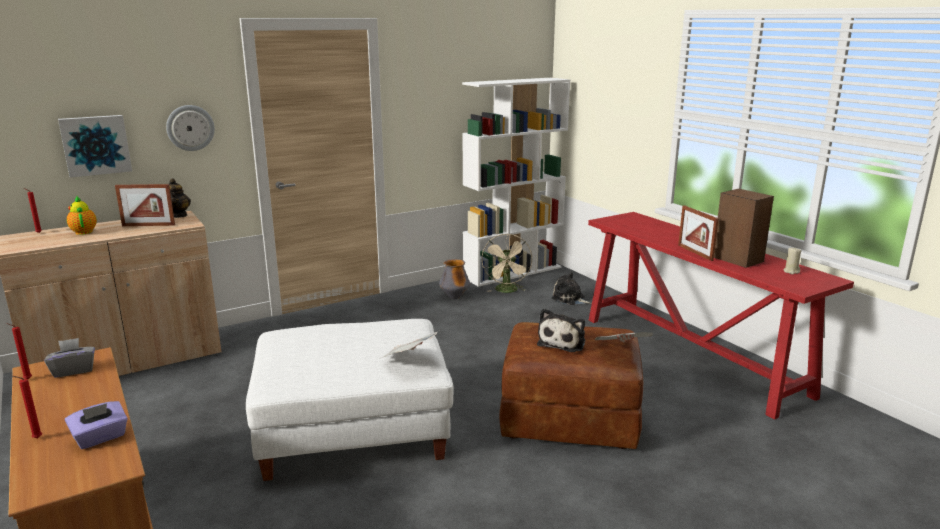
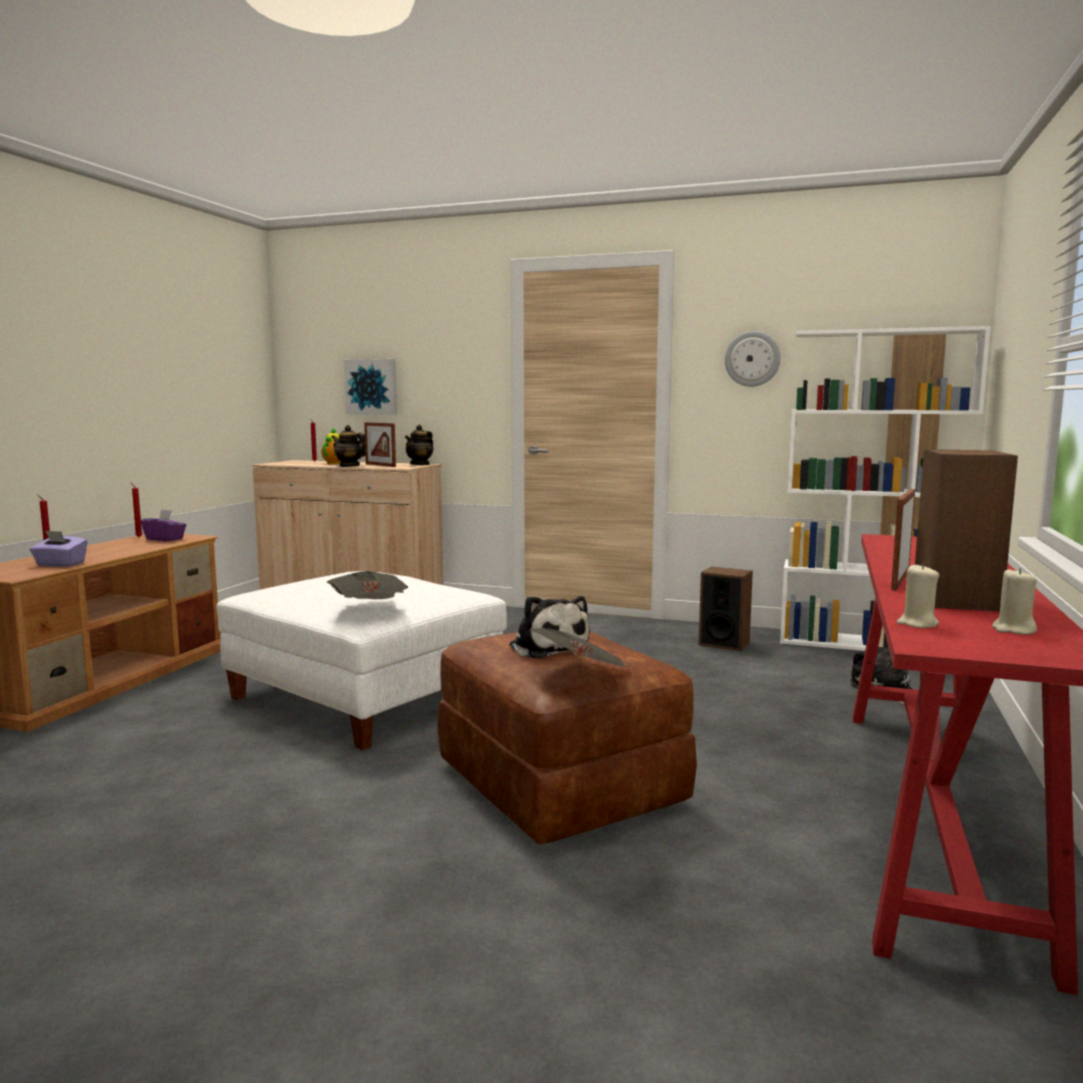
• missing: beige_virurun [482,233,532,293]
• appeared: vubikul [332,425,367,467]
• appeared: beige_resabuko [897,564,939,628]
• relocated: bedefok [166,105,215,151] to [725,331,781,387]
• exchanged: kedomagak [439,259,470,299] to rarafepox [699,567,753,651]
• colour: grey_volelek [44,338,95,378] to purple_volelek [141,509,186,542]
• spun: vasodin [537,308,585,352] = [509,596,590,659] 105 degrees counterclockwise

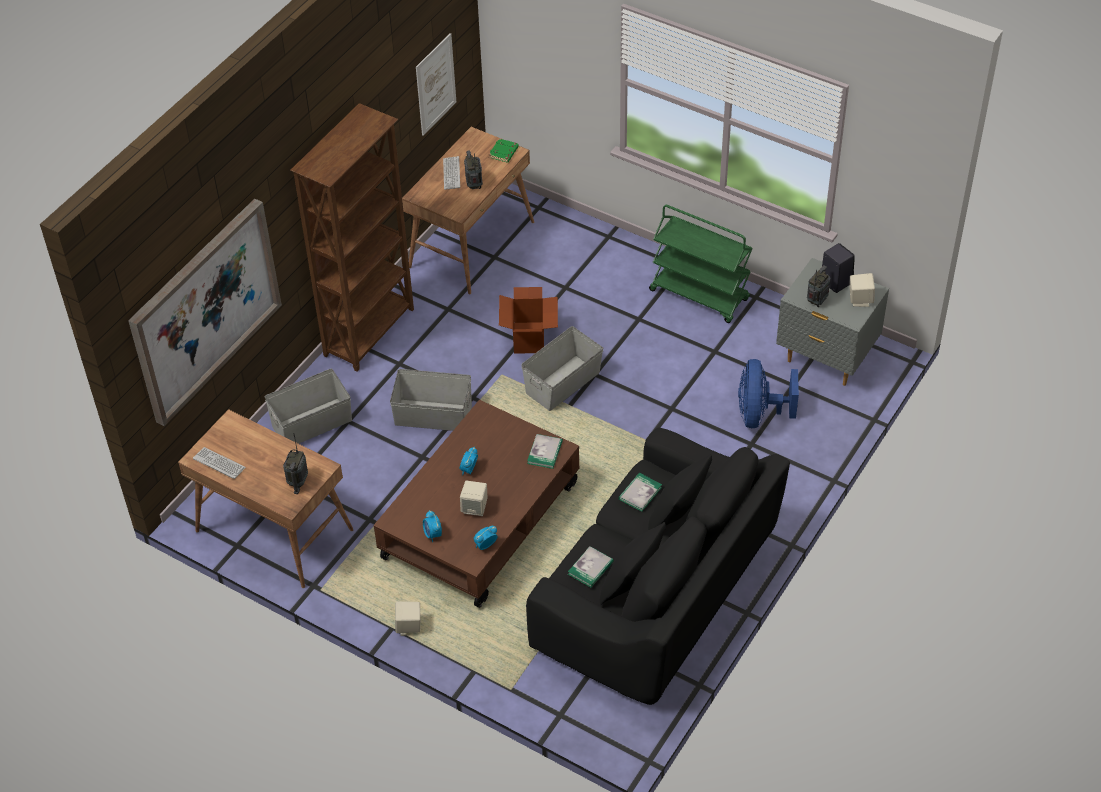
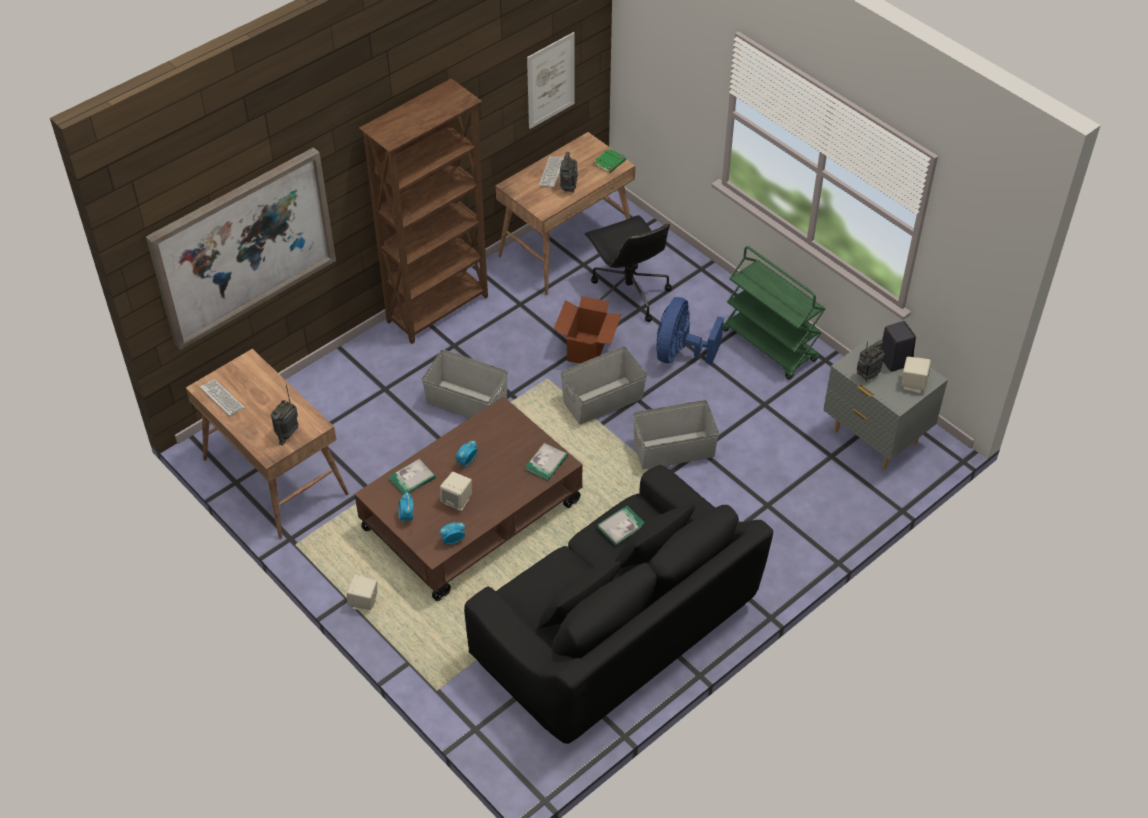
• appeared: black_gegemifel [585,215,672,322]
• relocated: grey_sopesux [265,369,352,444] to [633,400,719,469]
• relocated: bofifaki [568,546,614,587] to [389,459,436,494]
• relocated: blue_virurun [738,359,799,428] to [656,297,724,364]

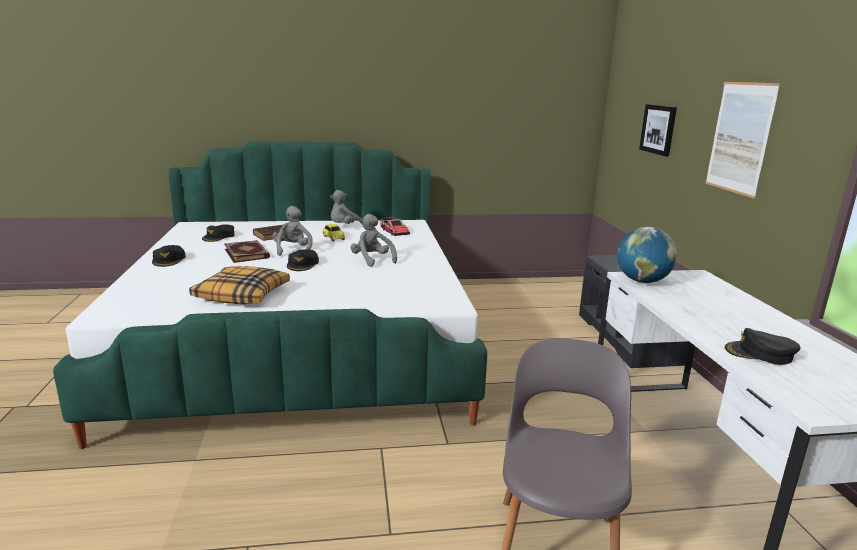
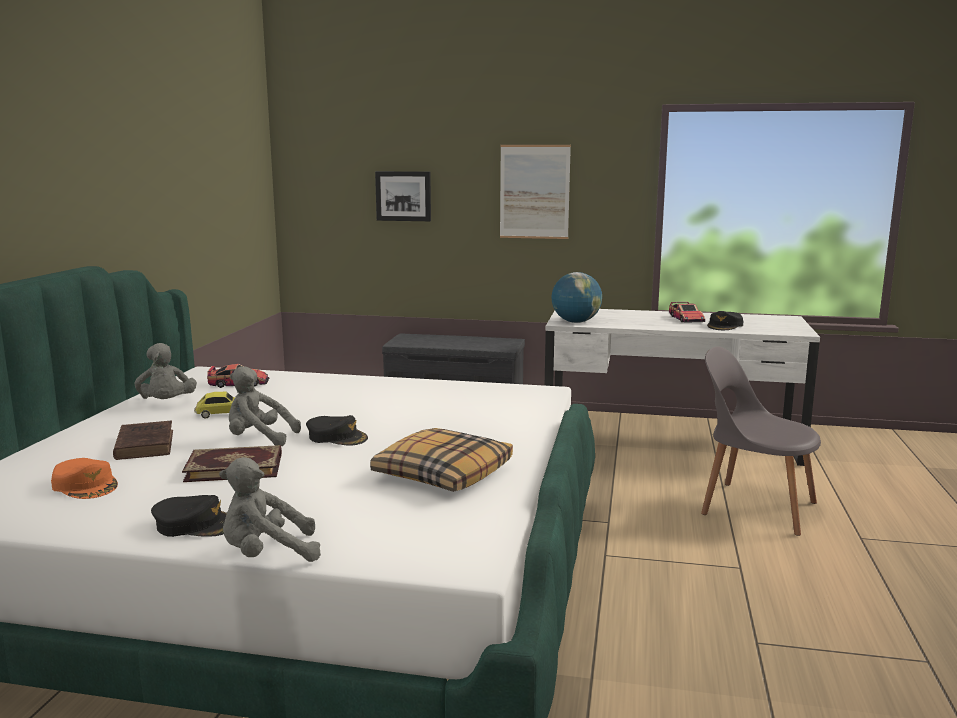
• appeared: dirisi [669,302,706,323]
• relocated: grey_vasodin [350,214,397,267] to [219,457,321,562]
• colour: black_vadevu [202,225,234,242] to orange_vadevu [51,458,118,499]

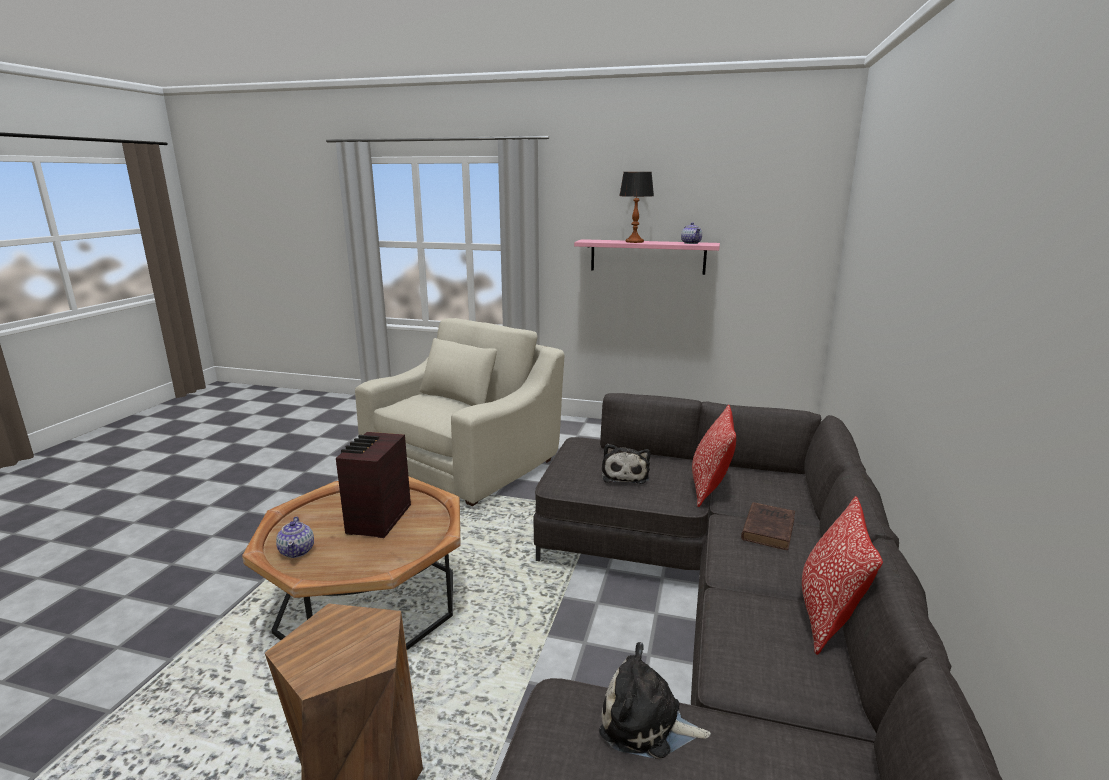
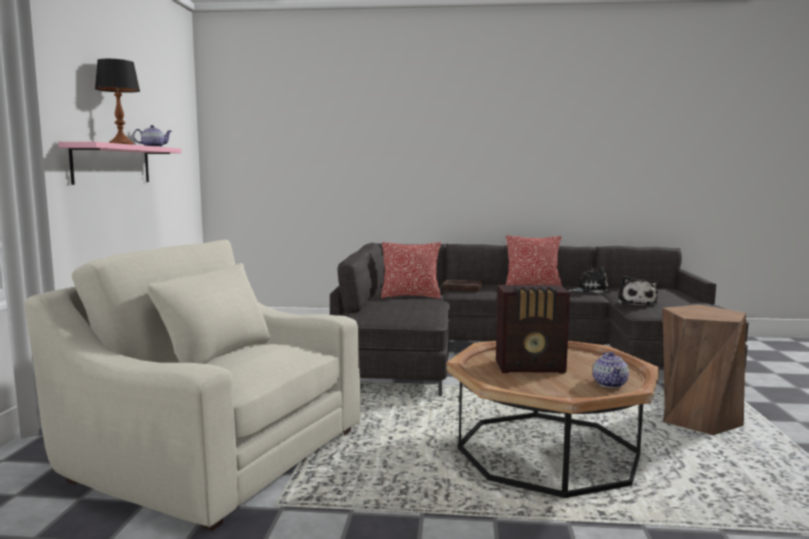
• relocated: vasodin [602,444,650,484] to [568,266,609,294]
• spun: vubikul [276,517,314,558] = [593,352,629,388] 120 degrees clockwise

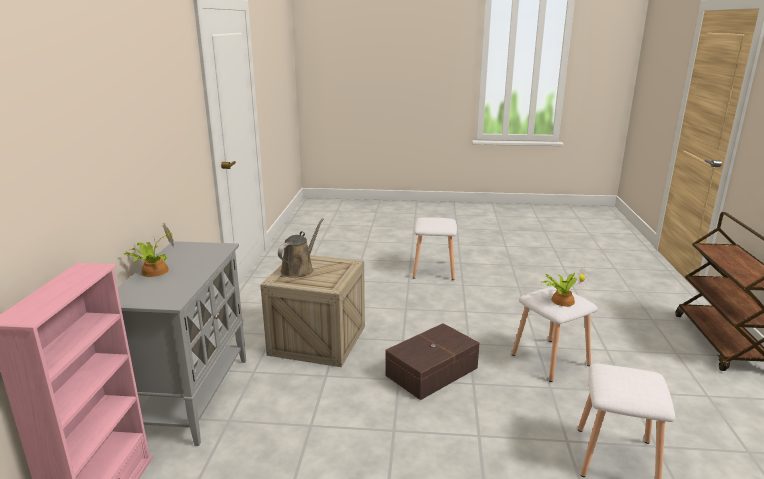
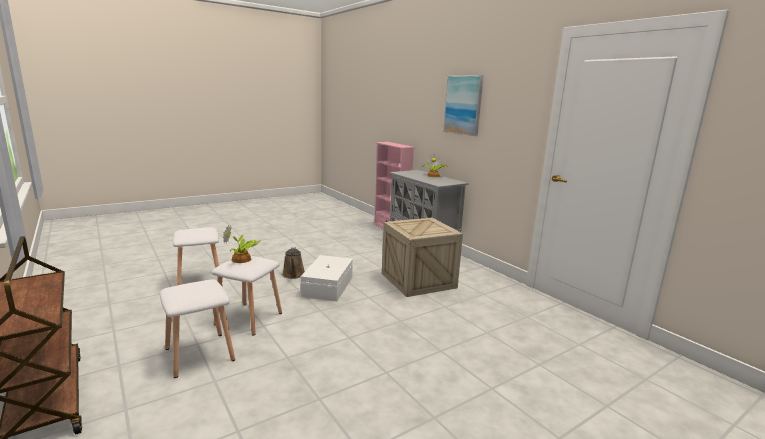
• appeared: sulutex [443,75,484,136]
• relocated: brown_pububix [278,218,324,278] to [282,247,305,279]
• relocated: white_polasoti [413,217,457,280] to [160,279,235,378]
• colour: brown_sopesux [385,323,479,400] to white_sopesux [301,255,353,302]

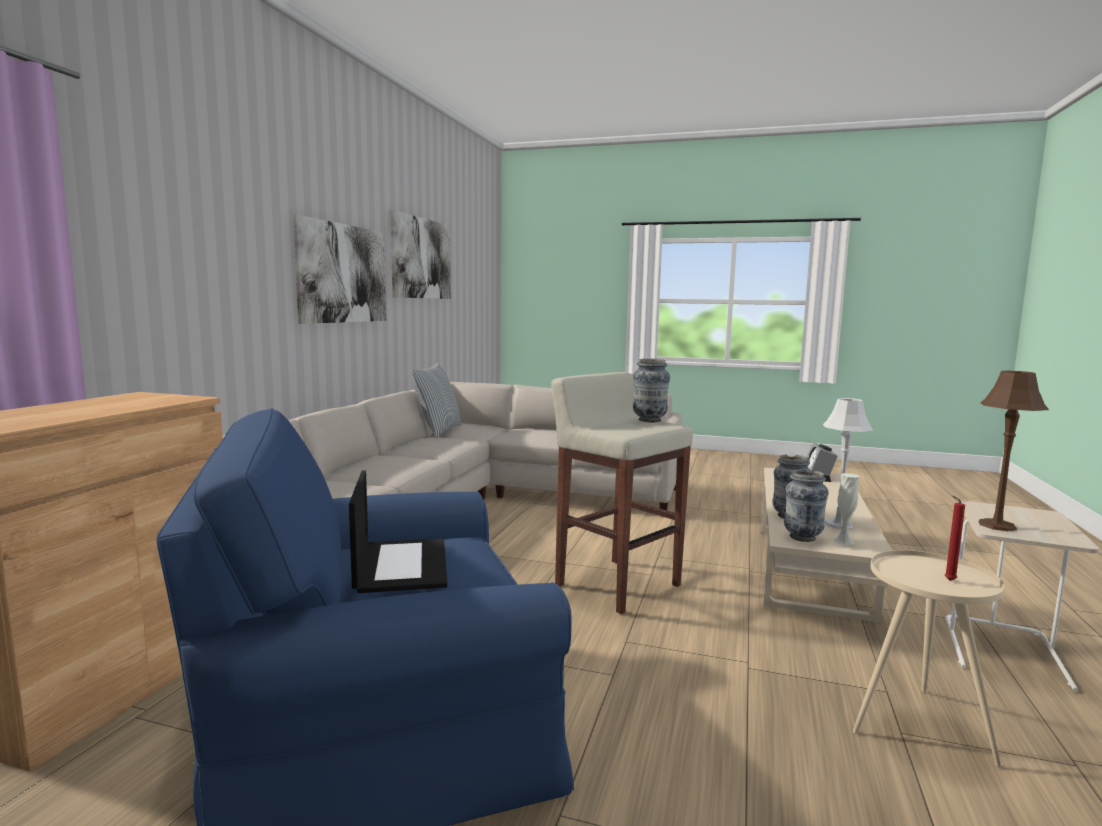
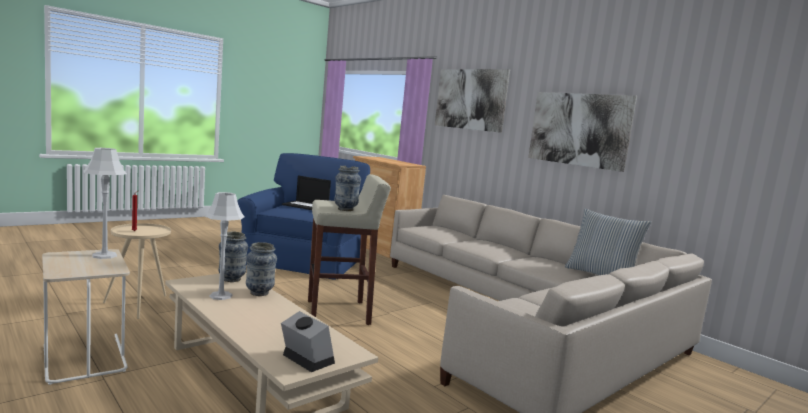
• missing: white_kedomagak [833,473,859,545]
• relocated: sulutex [390,210,451,299] to [435,69,510,133]
• colour: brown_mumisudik [978,371,1049,531] to grey_mumisudik [83,148,127,259]

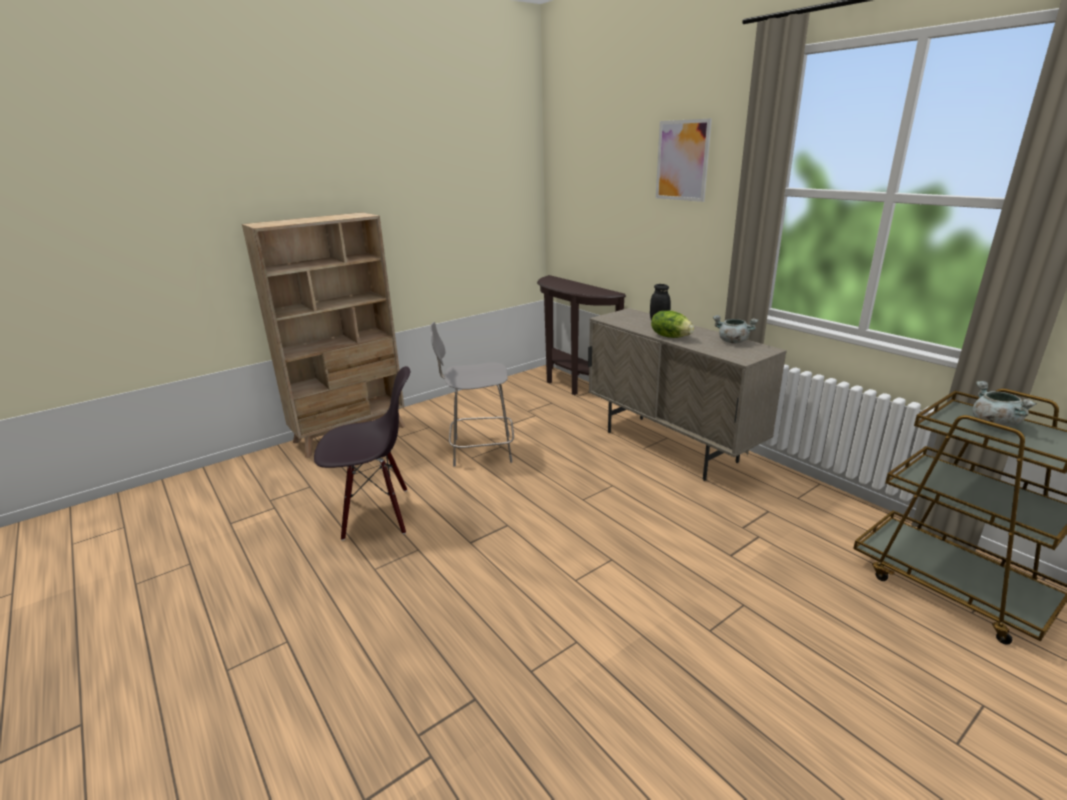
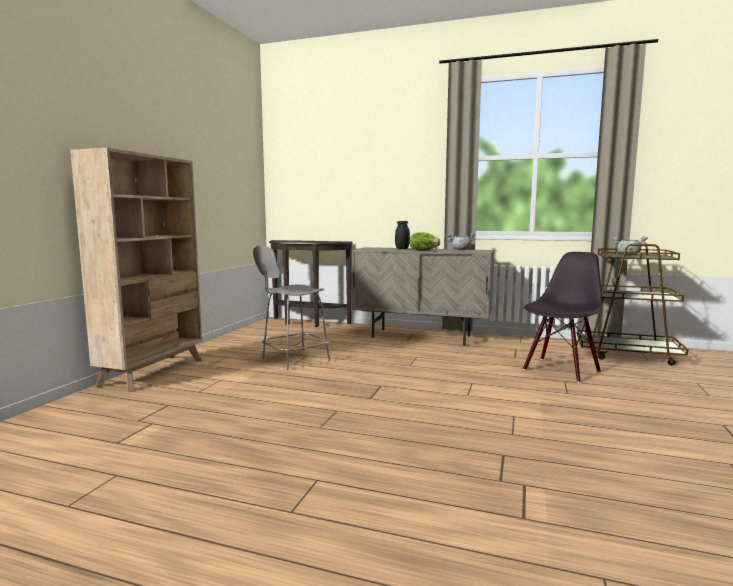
• missing: sulutex [656,118,712,202]
• relocated: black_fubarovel [314,366,410,541] to [523,252,603,383]

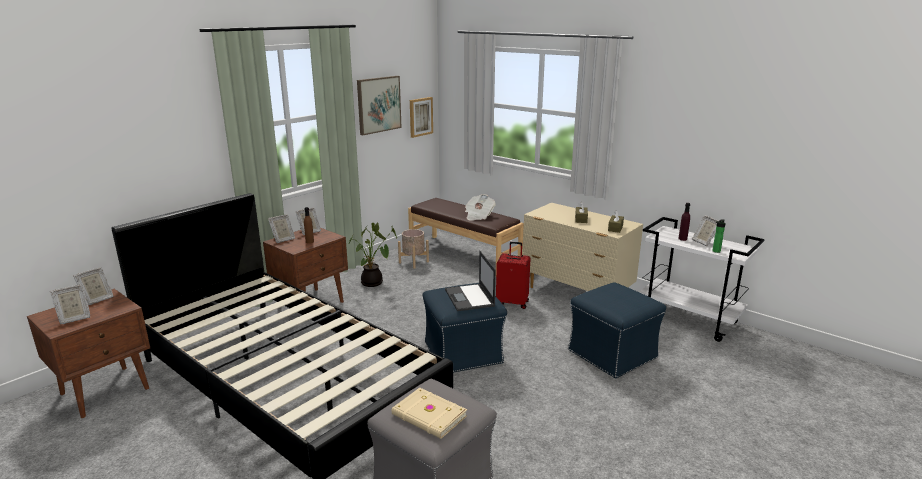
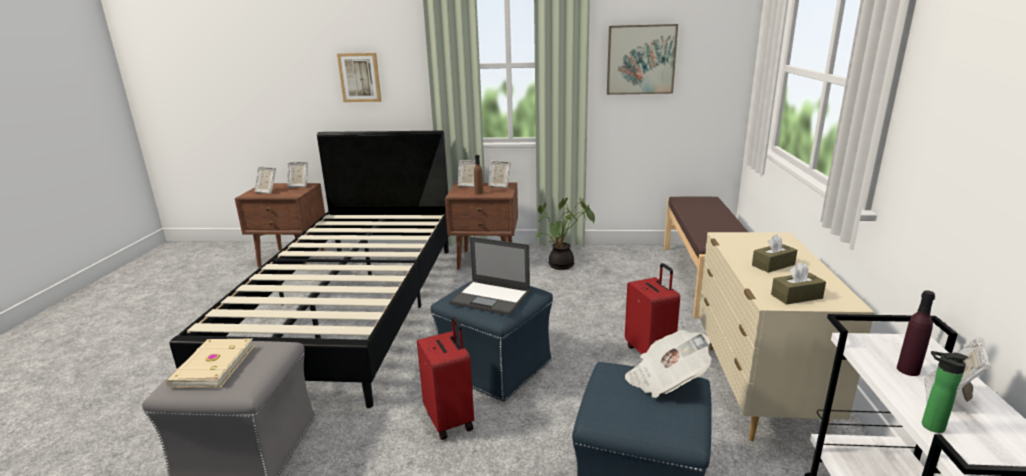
• missing: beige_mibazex [398,229,429,269]
• appeared: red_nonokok [417,316,474,440]
• relocated: sulutex [410,97,433,138] to [337,53,381,102]
• relocated: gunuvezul [465,194,496,221] to [625,330,712,398]
• spun: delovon [445,251,496,311] = [449,237,530,316] 105 degrees counterclockwise

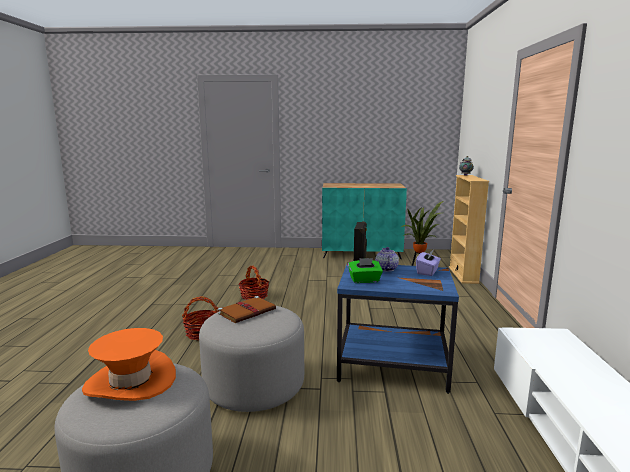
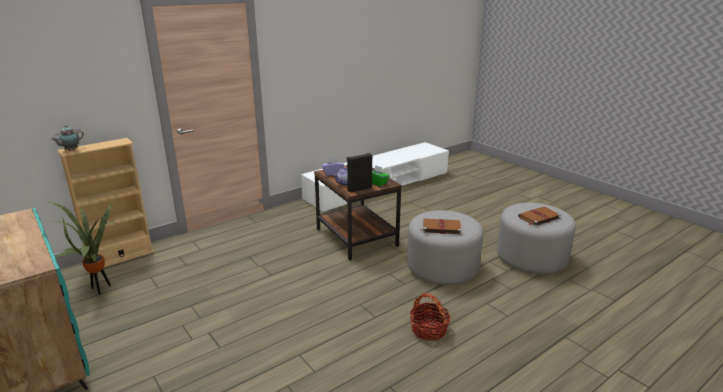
• missing: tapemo [238,266,269,300]
• exchanged: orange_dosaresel [82,328,176,401] to brown_bofifaki [518,207,561,226]
• colour: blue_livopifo [337,262,459,394] to brown_livopifo [314,165,402,261]

